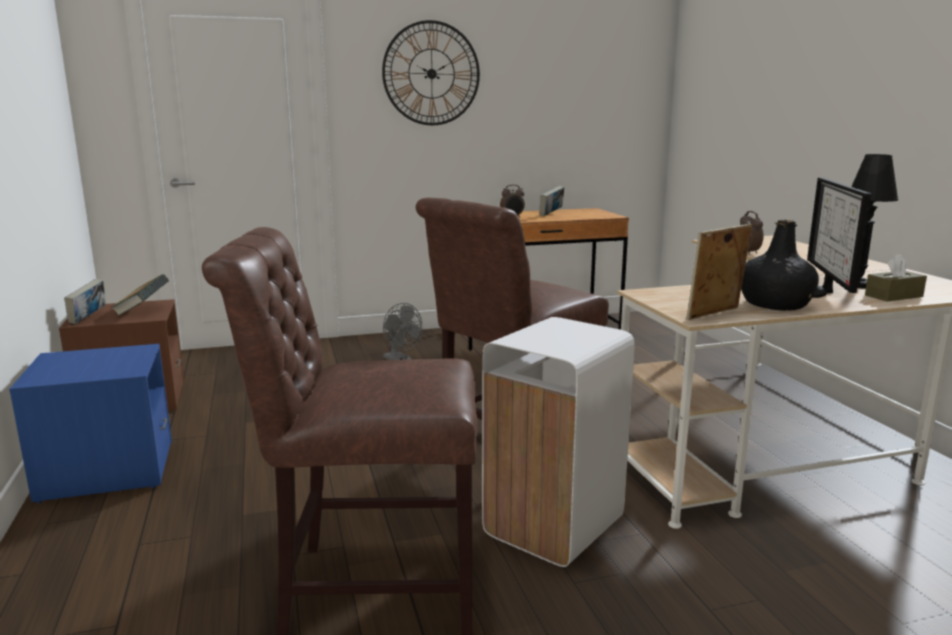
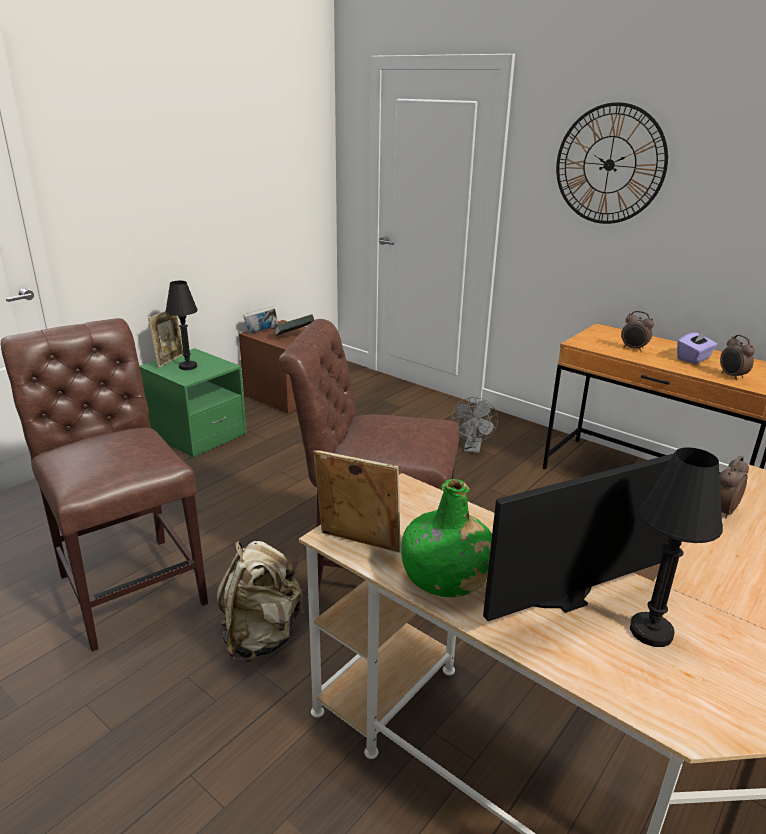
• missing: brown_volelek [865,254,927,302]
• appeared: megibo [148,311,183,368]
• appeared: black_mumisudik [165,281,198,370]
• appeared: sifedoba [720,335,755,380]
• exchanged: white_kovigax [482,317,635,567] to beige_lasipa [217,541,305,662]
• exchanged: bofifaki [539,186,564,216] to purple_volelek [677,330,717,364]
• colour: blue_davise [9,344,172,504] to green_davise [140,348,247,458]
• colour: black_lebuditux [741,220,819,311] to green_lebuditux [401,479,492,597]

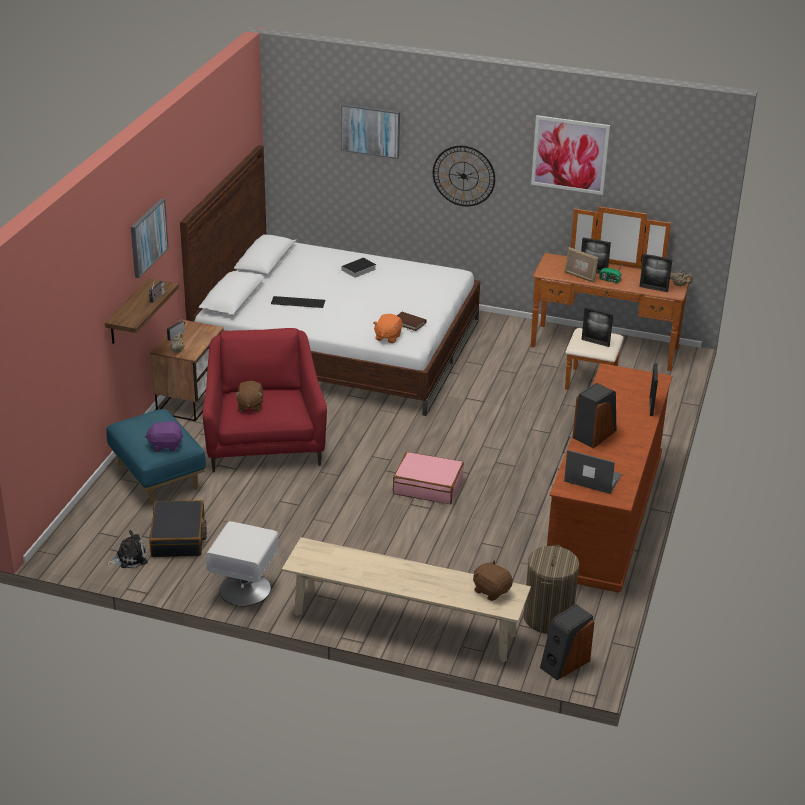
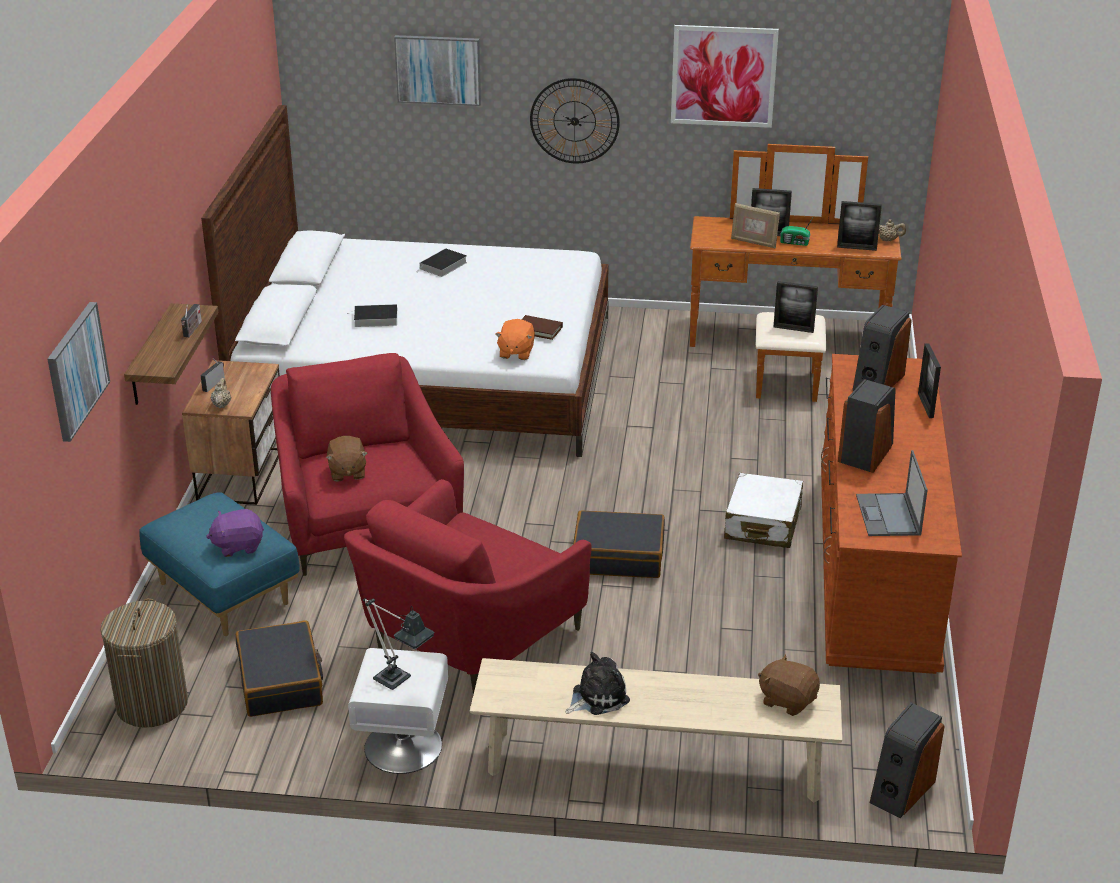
• appeared: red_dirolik [344,479,592,695]
• appeared: mumisudik [363,598,434,690]
• appeared: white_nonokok [724,473,803,548]
• appeared: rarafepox [852,305,912,391]
• relocated: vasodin [106,530,148,568] to [566,652,630,715]
• relocated: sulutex [131,199,169,278] to [48,302,110,442]
• relocated: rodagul [524,545,579,634] to [100,598,188,728]
• exchanged: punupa [271,296,325,308] to bofifaki [347,304,397,327]
• colour: pink_nonokok [393,452,464,504] to black_nonokok [573,511,665,578]
• spun: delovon [564,450,622,494] = [856,450,928,536] 105 degrees counterclockwise

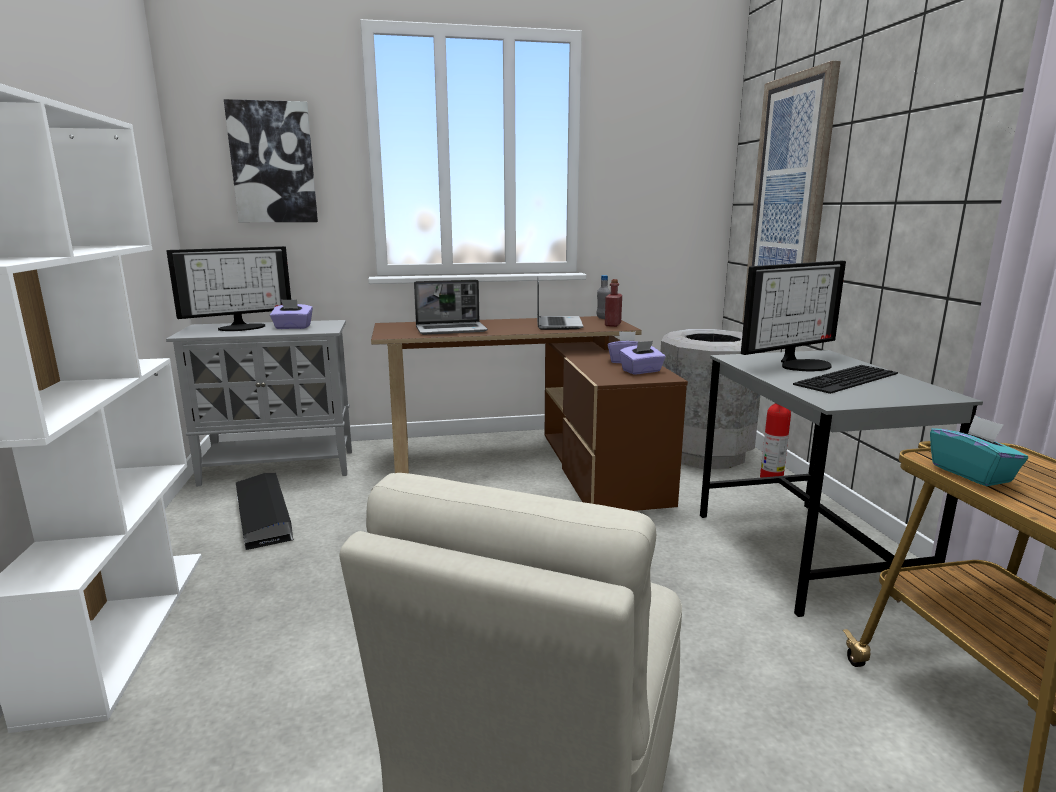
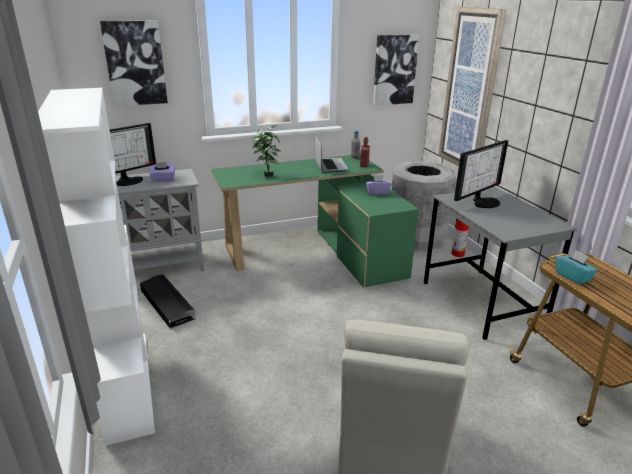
• missing: purple_volelek [619,341,666,375]
• missing: punupa [793,365,898,394]
• appeared: sulutex [373,35,419,106]
• exchanged: delovon [414,280,488,335] to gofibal [252,125,281,177]
• colour: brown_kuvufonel [371,316,688,511] to green_kuvufonel [211,155,419,288]

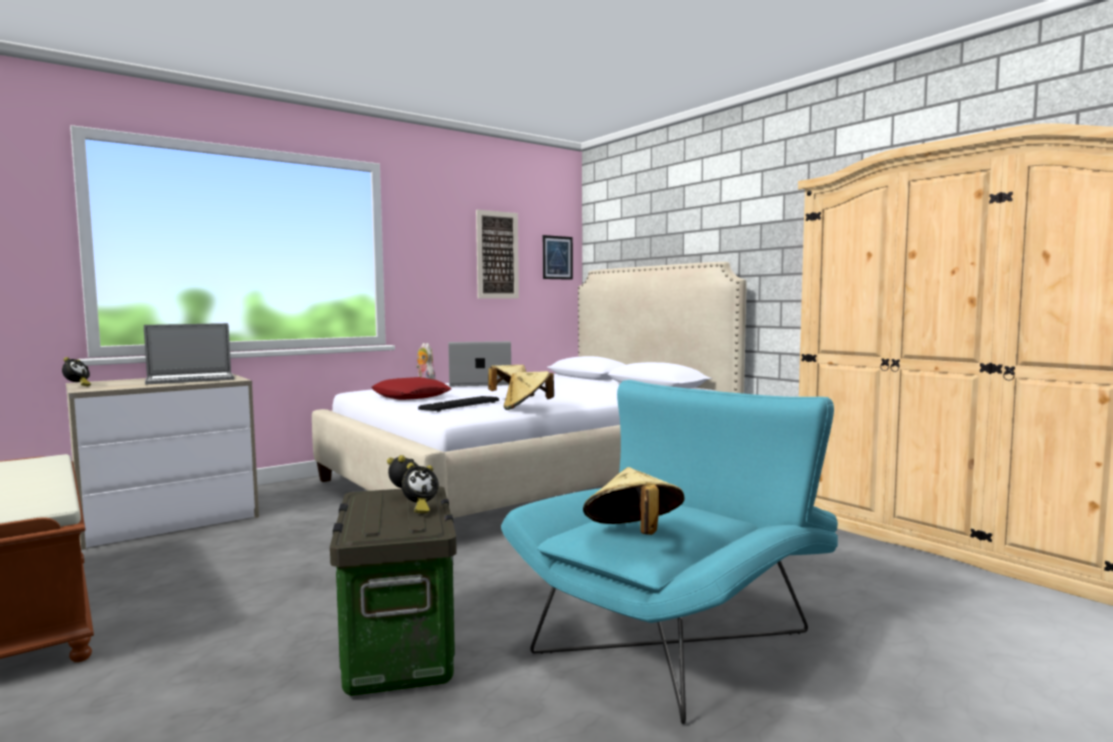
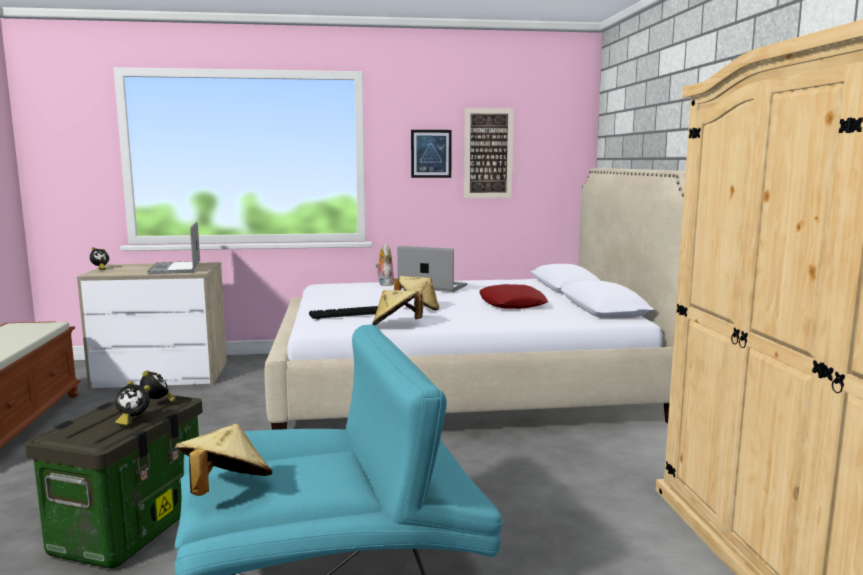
• relocated: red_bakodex [371,377,451,400] to [479,284,548,309]
• relocated: sulutex [543,235,573,280] to [411,130,452,178]
• spun: delovon [144,323,235,384] = [147,222,200,274] 75 degrees clockwise

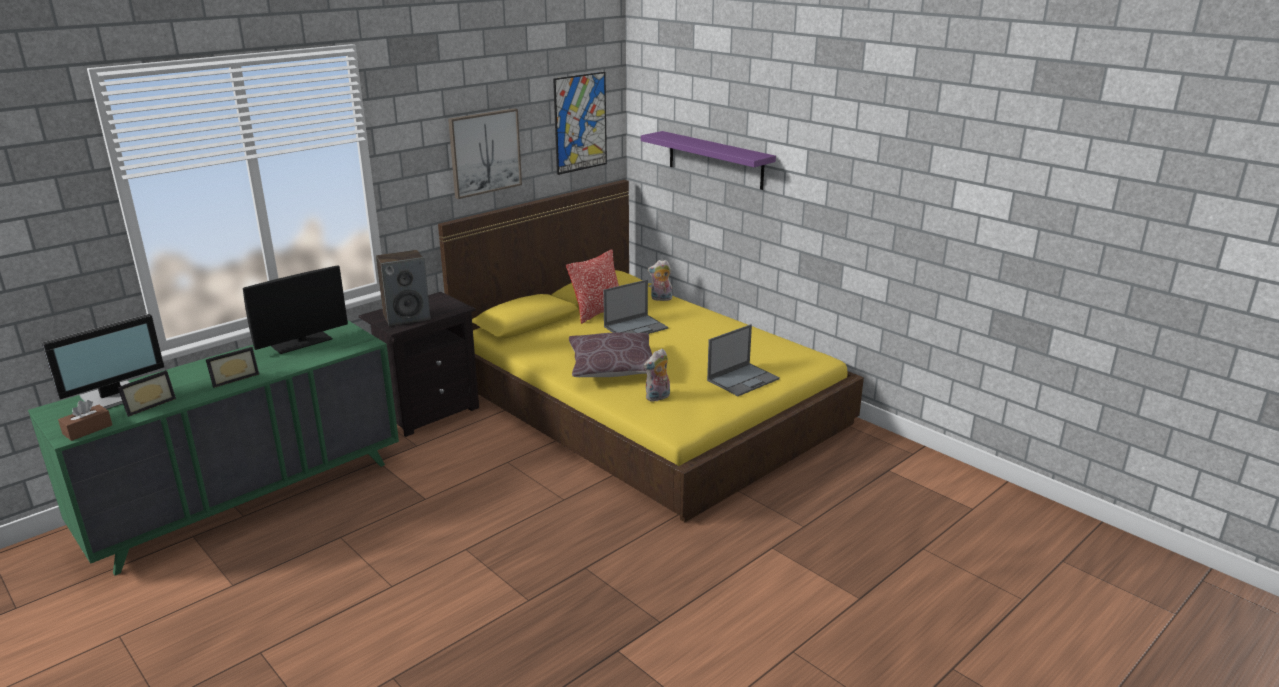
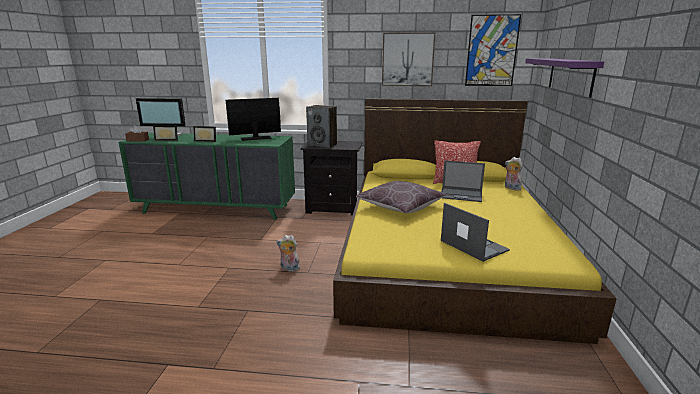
• relocated: vasodin [644,349,670,402] to [276,235,300,272]
• spun: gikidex [243,265,348,354] = [226,98,281,141] 150 degrees clockwise
• spun: delovon [707,324,780,396] = [441,203,510,262] 135 degrees counterclockwise

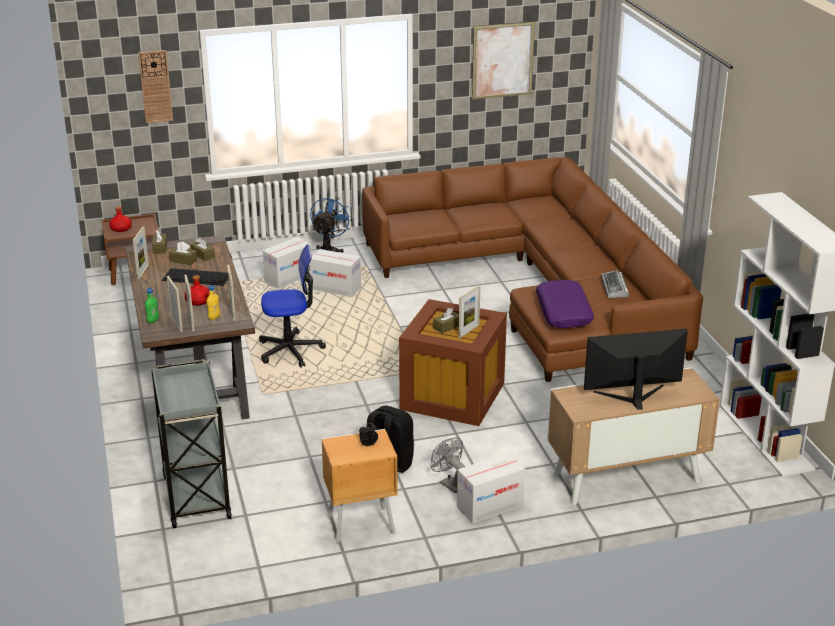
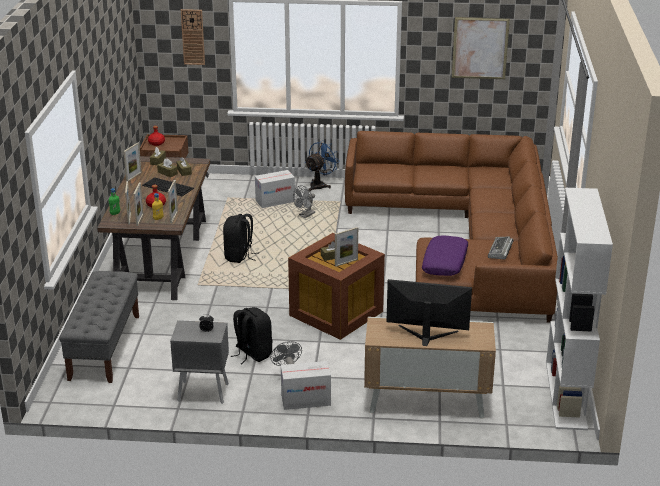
• exchanged: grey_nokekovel [151,359,232,528] to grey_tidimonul [59,271,139,383]
• exchanged: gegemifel [259,244,326,368] to black_lasipa [223,214,257,263]
• exchanged: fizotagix [310,249,361,297] to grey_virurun [293,186,315,218]
• colour: brown_davise [322,429,398,543] to grey_davise [170,320,229,404]

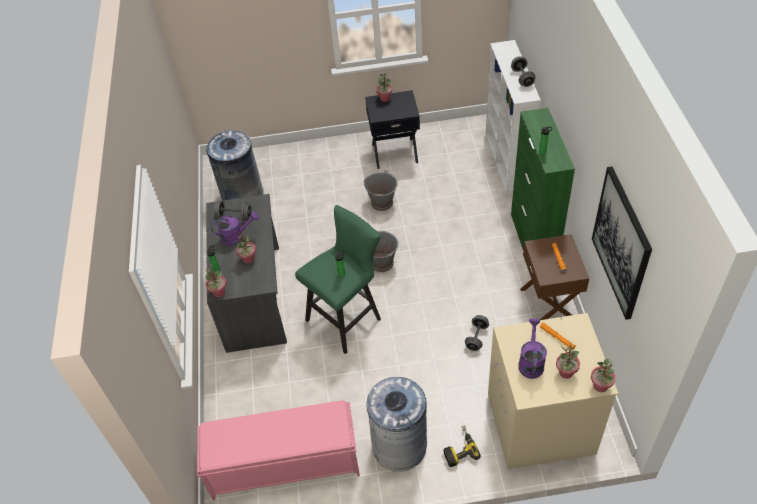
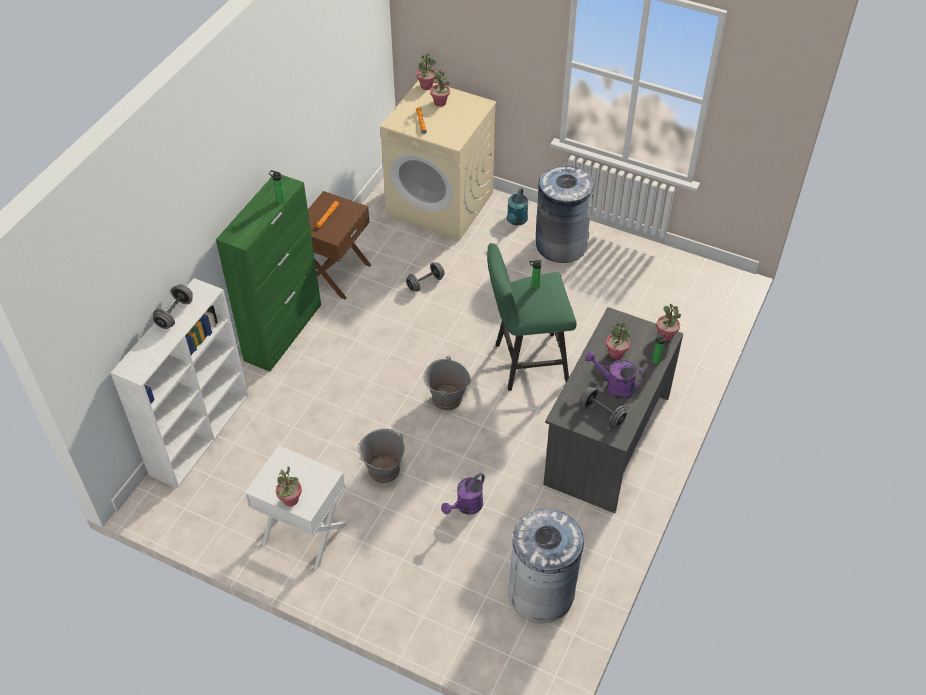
• missing: pink_tidimonul [197,400,360,500]
• missing: sulutex [592,166,652,320]
• relocated: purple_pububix [518,319,547,379] to [441,473,485,515]
• exchanged: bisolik [443,426,481,467] to turquoise_pububix [506,188,528,225]
• colour: black_davise [365,90,420,169] to white_davise [245,446,347,570]

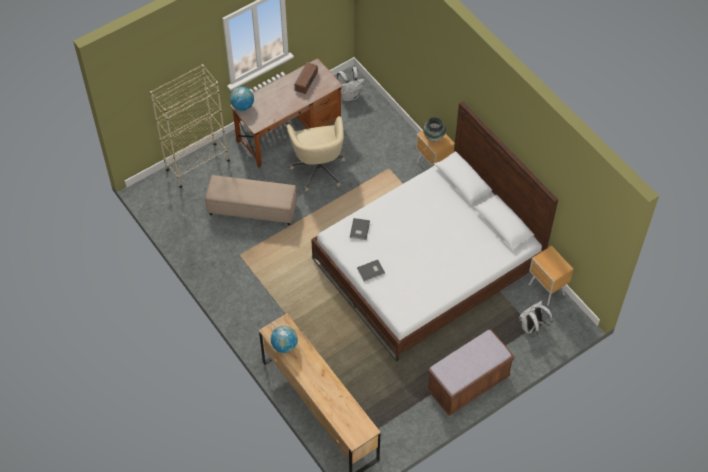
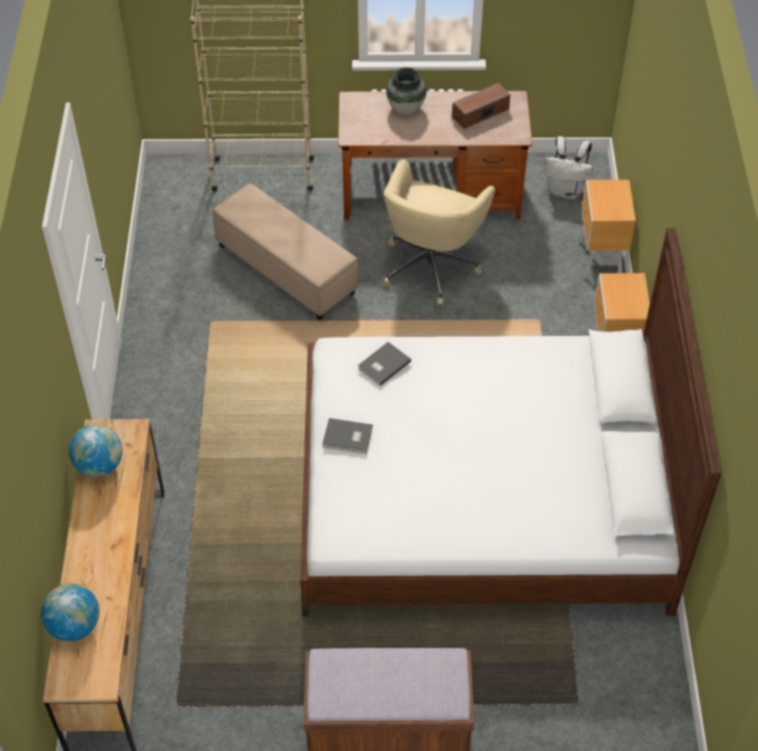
• missing: white_lasipa [519,301,552,337]
• relocated: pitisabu [230,87,254,111] to [41,584,99,641]
• relocated: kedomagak [423,117,446,142] to [386,67,427,114]
• relocated: brown_davise [528,246,573,306] to [579,180,636,278]

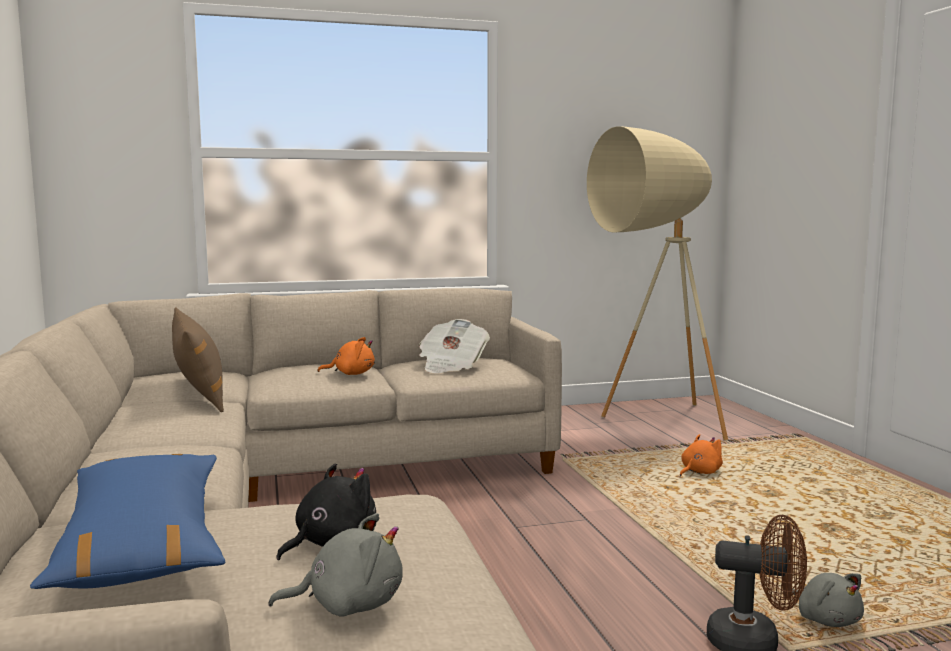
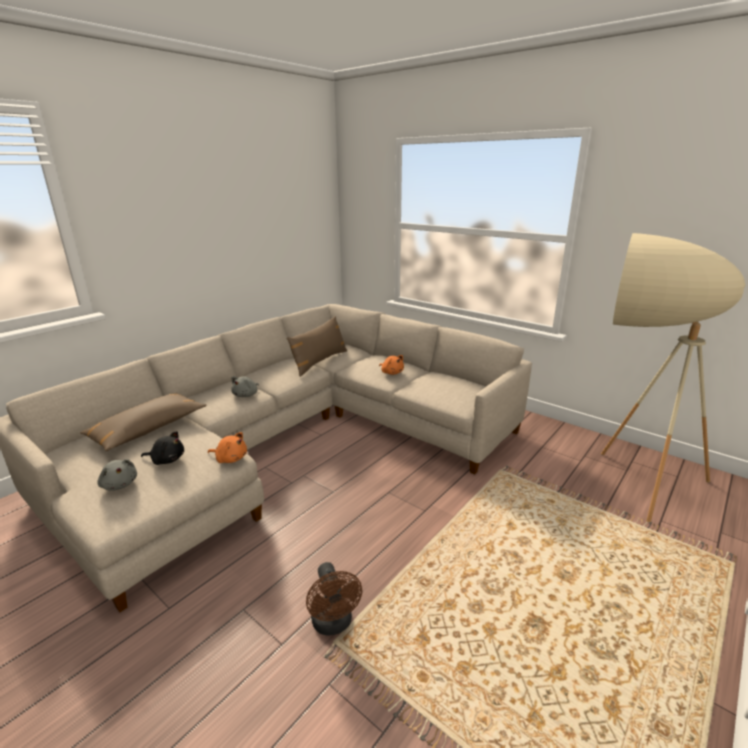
• missing: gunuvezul [419,319,490,373]
• relocated: orange_vasodin [680,434,723,476] to [208,432,247,463]
• relocated: grey_vasodin [792,573,864,627] to [231,376,259,397]
• colour: blue_bakodex [30,454,225,589] to brown_bakodex [80,393,207,451]

